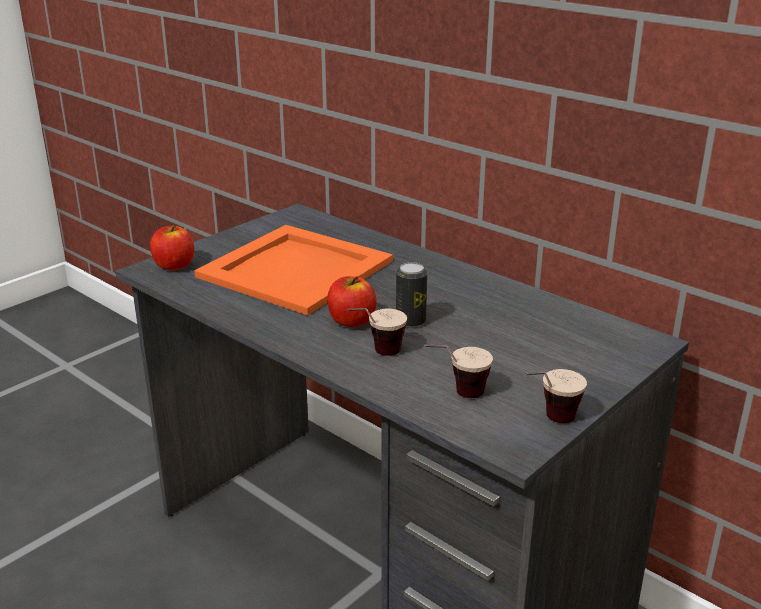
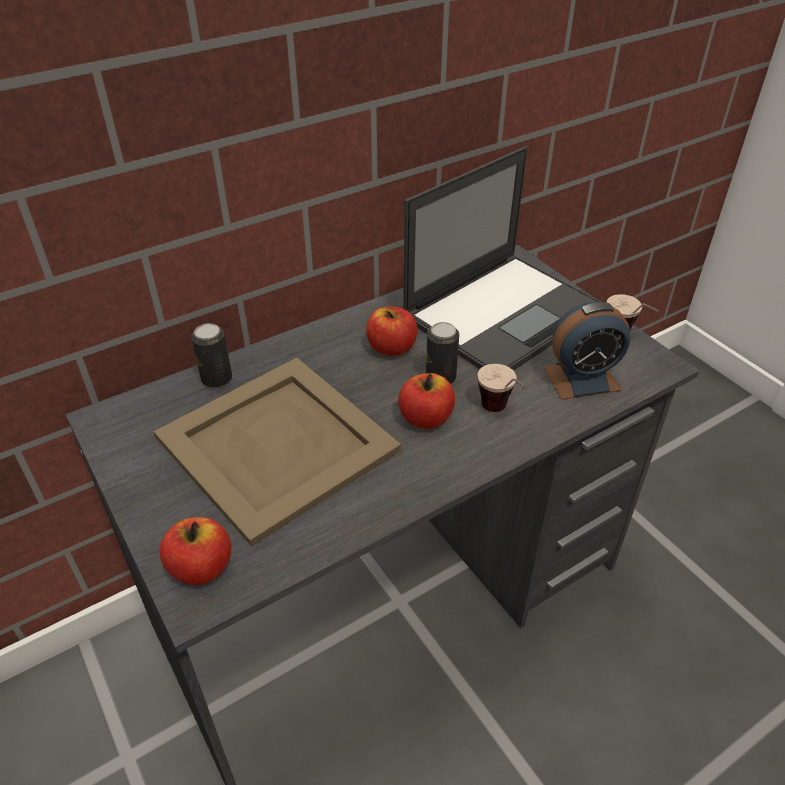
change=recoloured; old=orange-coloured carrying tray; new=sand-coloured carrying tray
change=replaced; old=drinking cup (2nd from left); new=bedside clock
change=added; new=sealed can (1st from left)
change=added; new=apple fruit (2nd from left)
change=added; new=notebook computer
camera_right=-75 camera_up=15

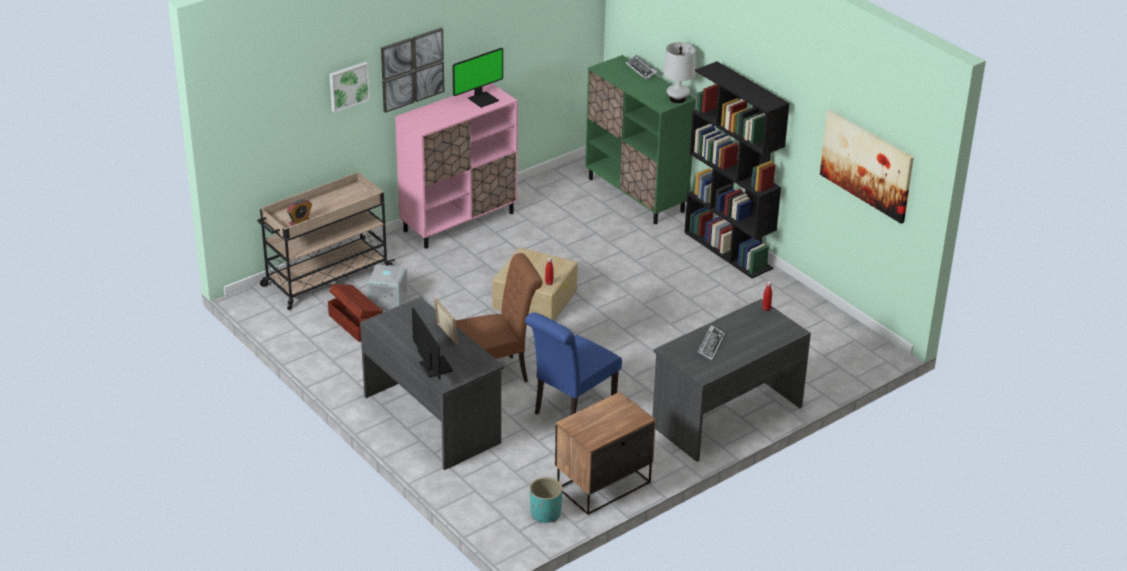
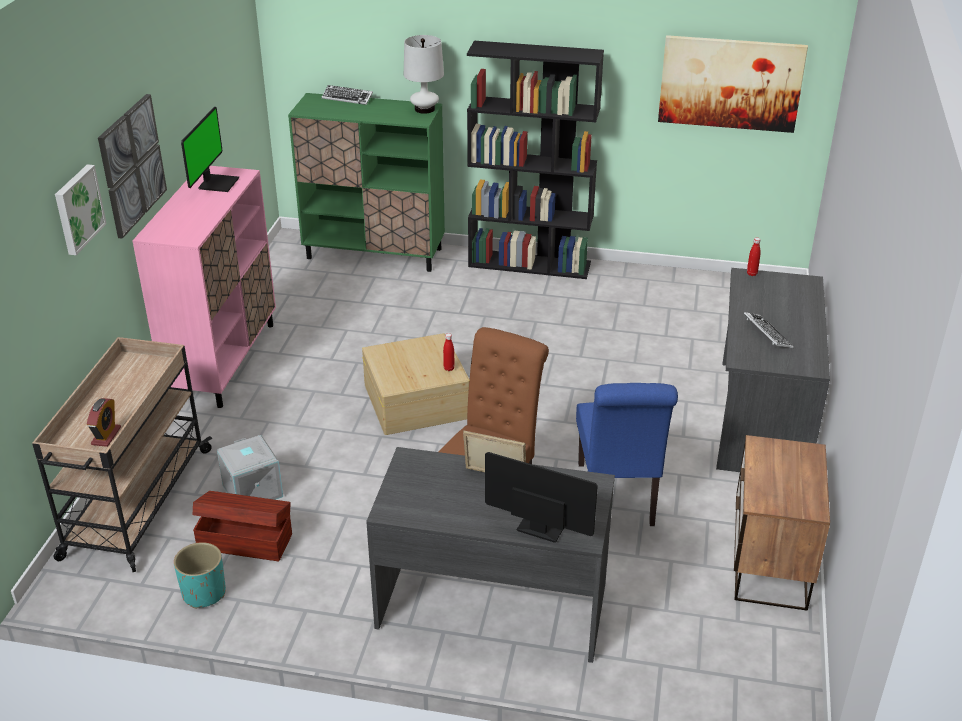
change=moved; old=blue-green plant pot
camera_right=-40 camera_up=0

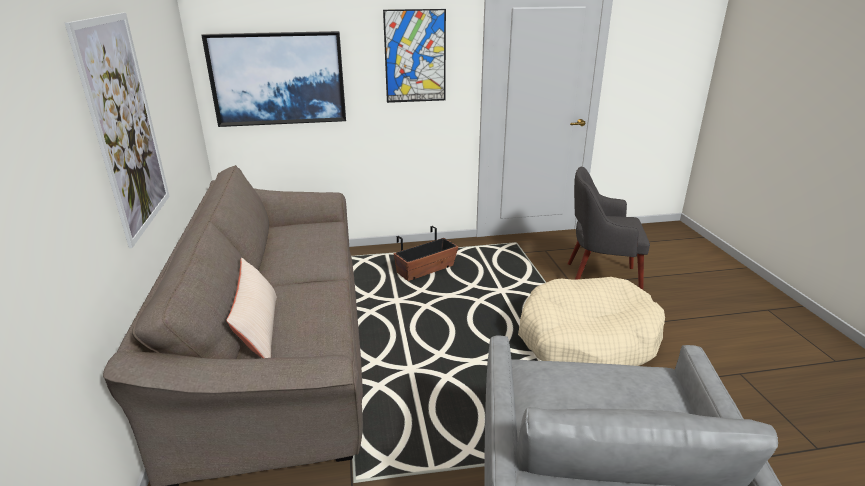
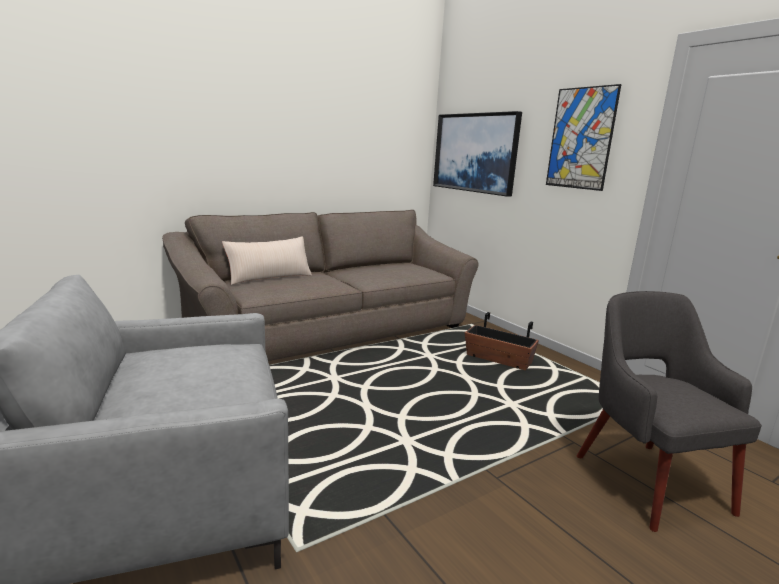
change=removed; old=picture (1st from left)
change=removed; old=sand-coloured dog cushion
camera_right=65 camera_up=-10

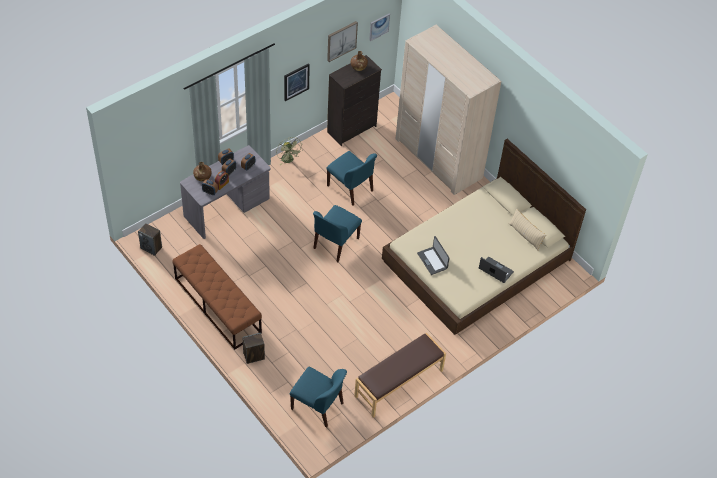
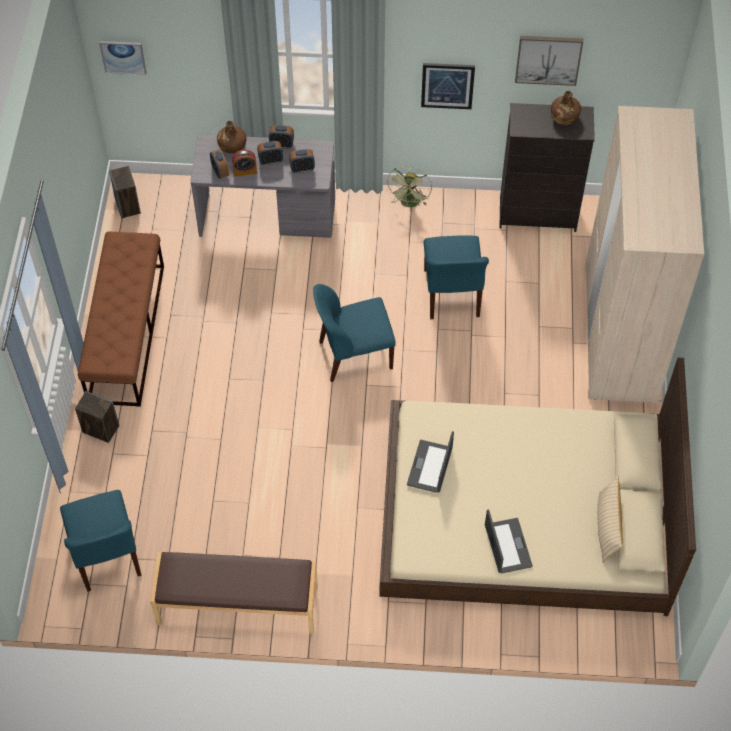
change=moved; old=picture (3rd from left in the first image); new=picture (1st from left)
camera_right=45 camera_up=5

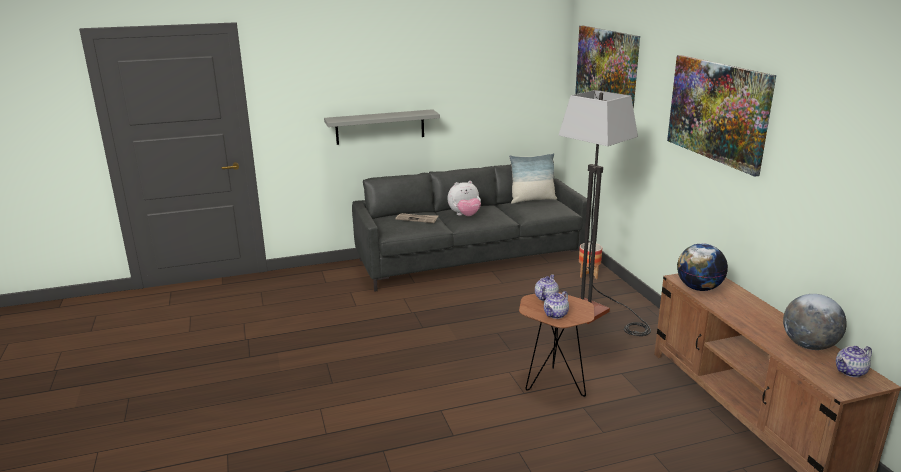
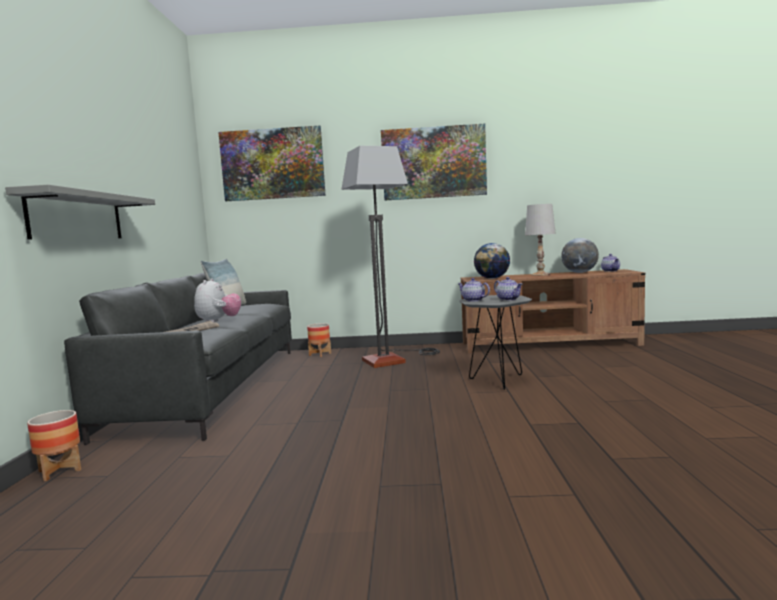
change=recoloured; old=brown end table; new=gray end table
change=added; new=plant pot (1st from left)
change=added; new=white tabletop lamp
camera_right=-70 camera_up=-15

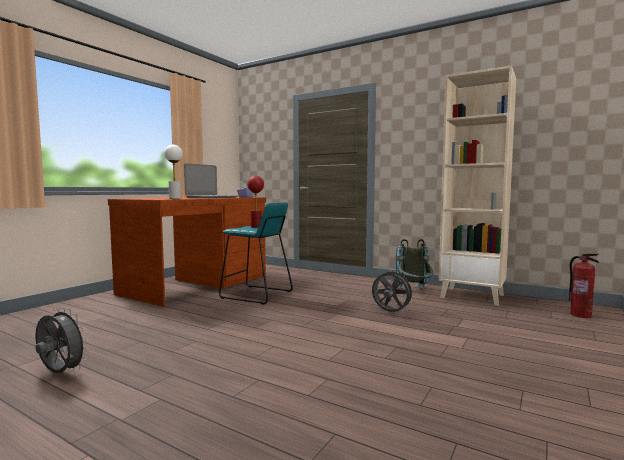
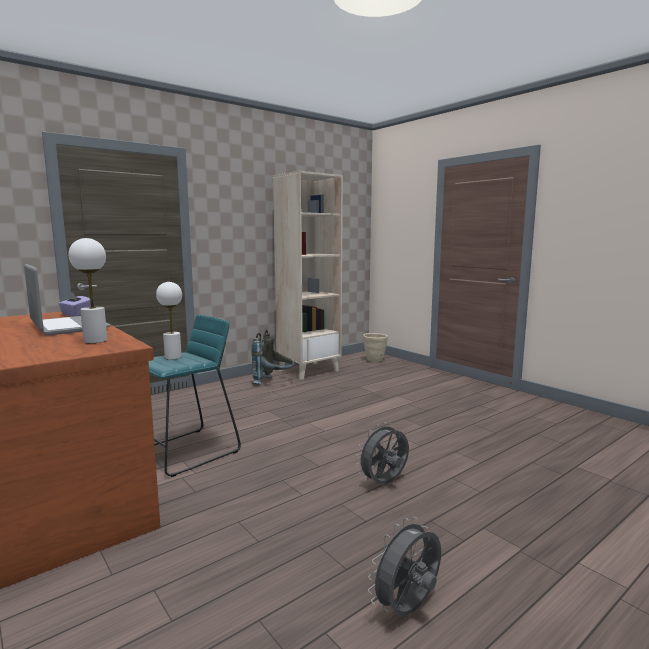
change=recoloured; old=reddish tabletop lamp; new=white tabletop lamp (2nd from left)
change=moved; old=gray cooling fan (2nd from left in the first image); new=gray cooling fan (1st from left)
change=replaced; old=extinguisher; new=sand-coloured plant pot
camera_right=-70 camera_up=5

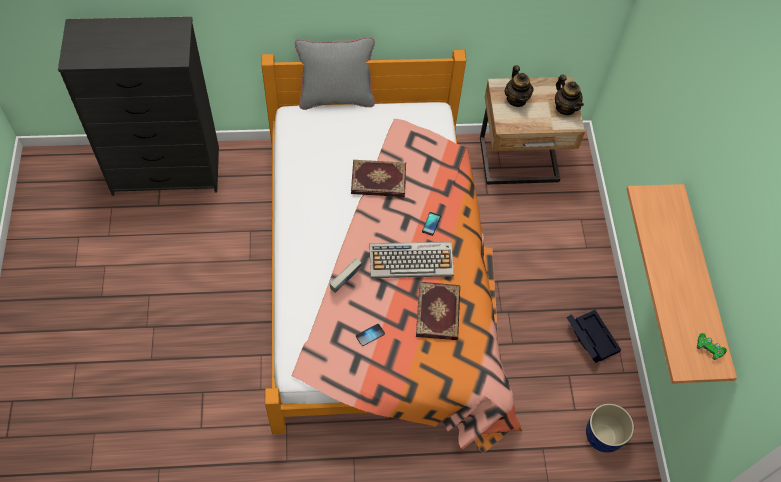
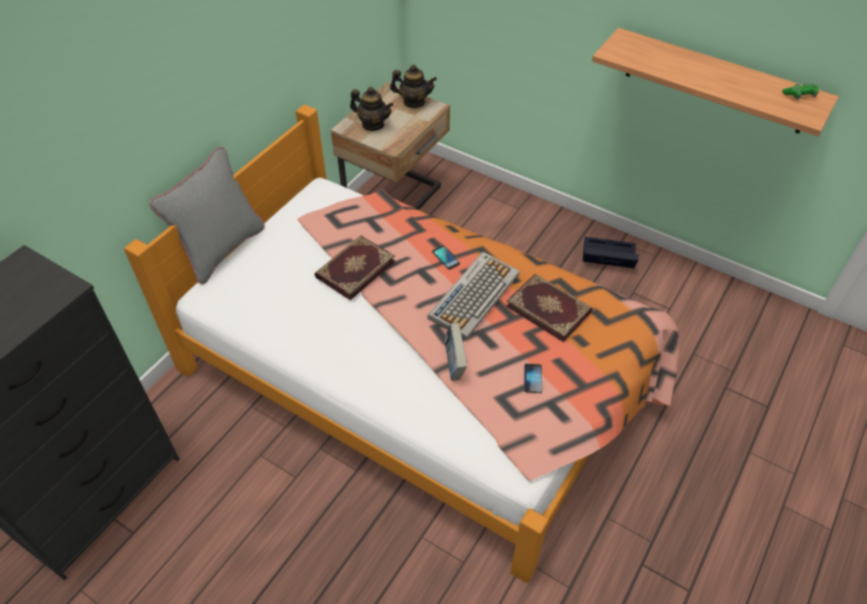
change=removed; old=plant pot
camera_right=-50 camera_up=-10

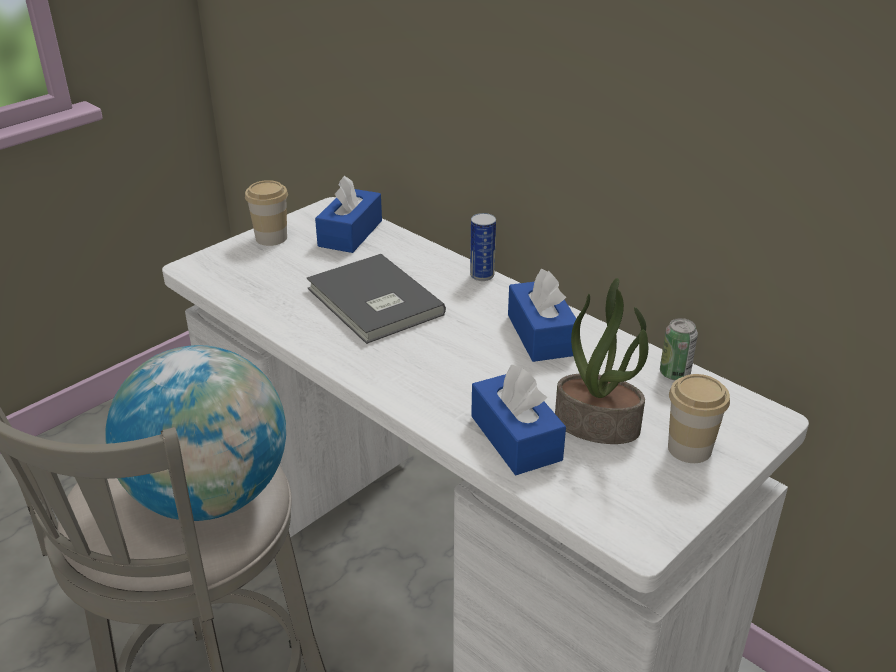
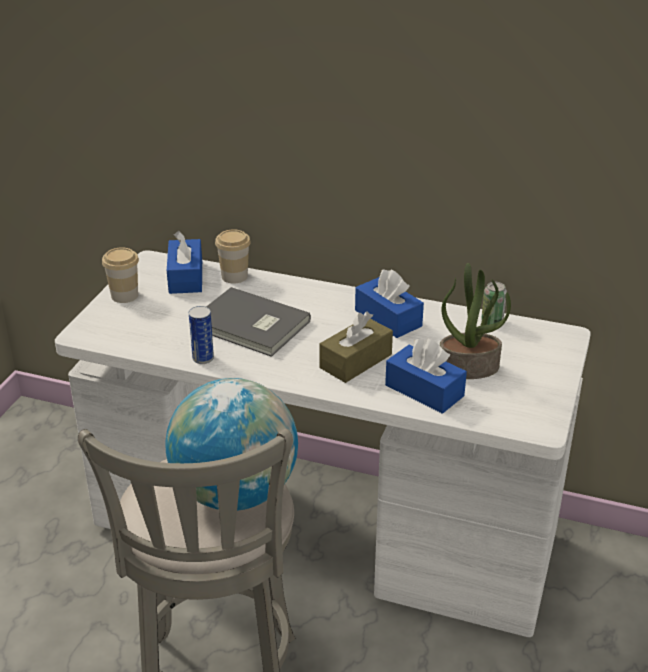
change=moved; old=sealed can (1st from left)
change=moved; old=drinking cup (2nd from left)
change=added; new=brown tissue box
camera_right=-25 camera_up=0

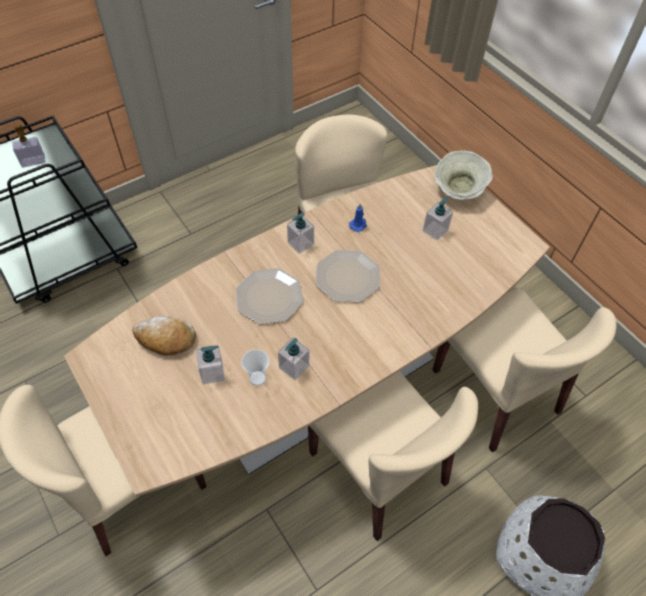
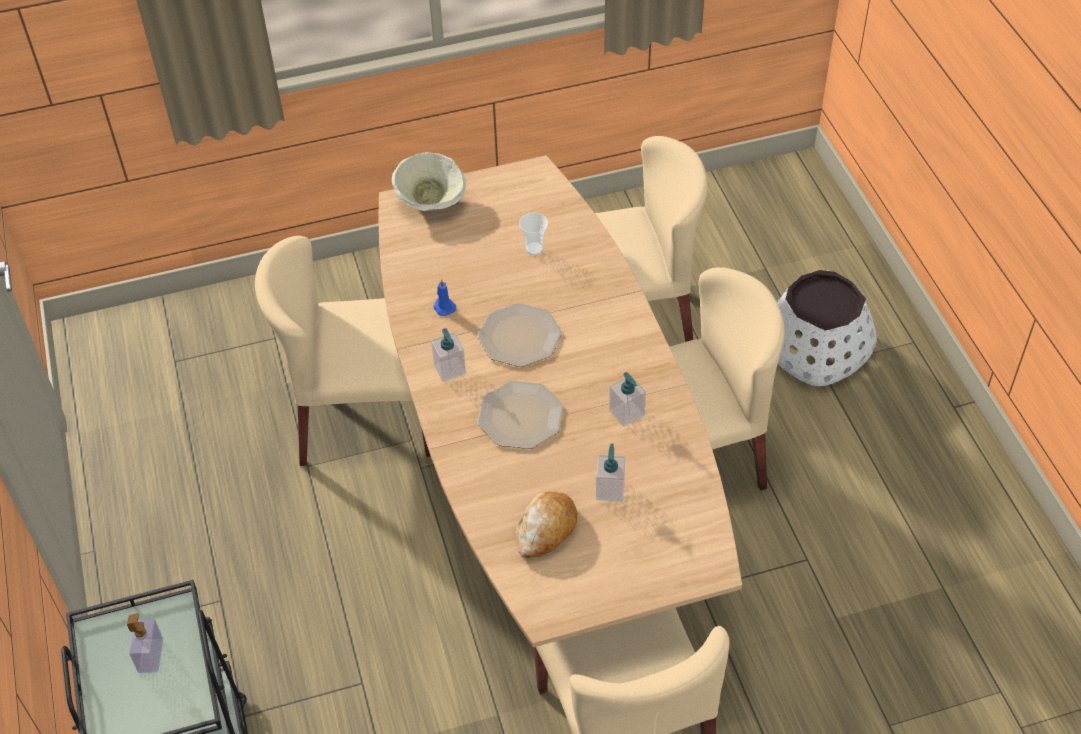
change=moved; old=drinking cup
change=removed; old=liquid soap bottle (5th from left)
camera_right=-70 camera_up=-5

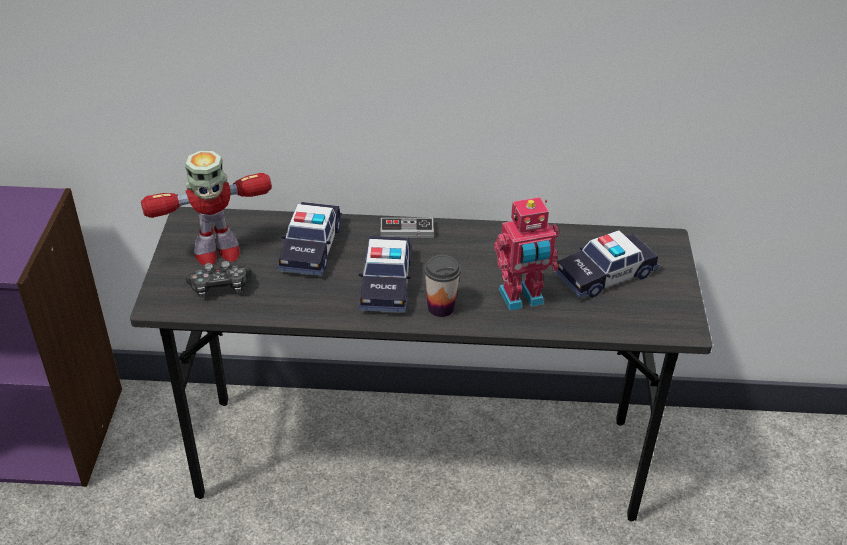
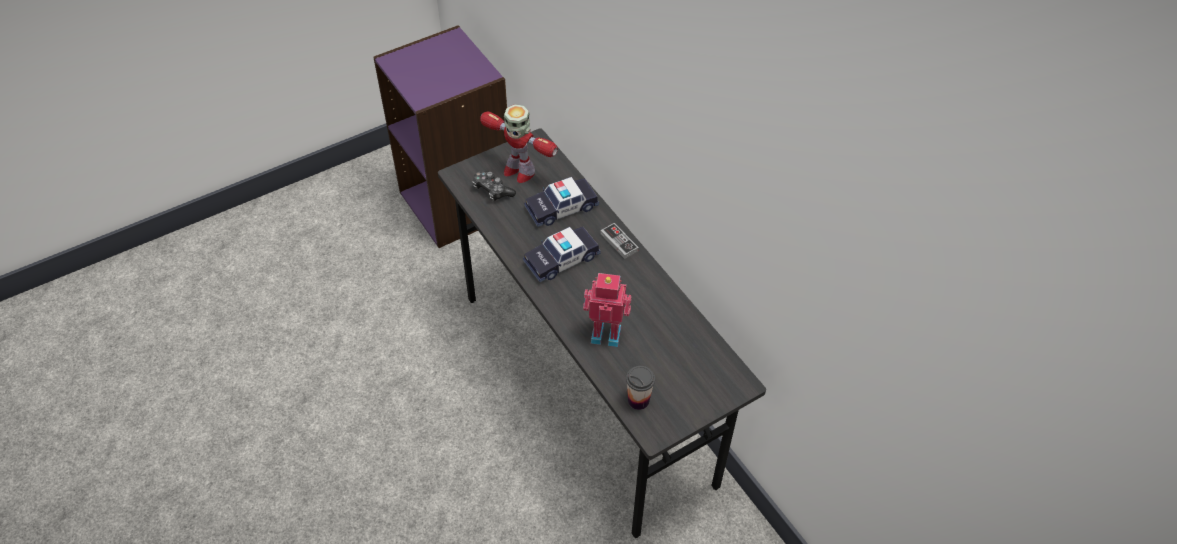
change=moved; old=drinking cup
change=turned; old=model robot (2nd from left); degrees=150
change=removed; old=miniature car (3rd from left)
camera_right=55 camera_up=10

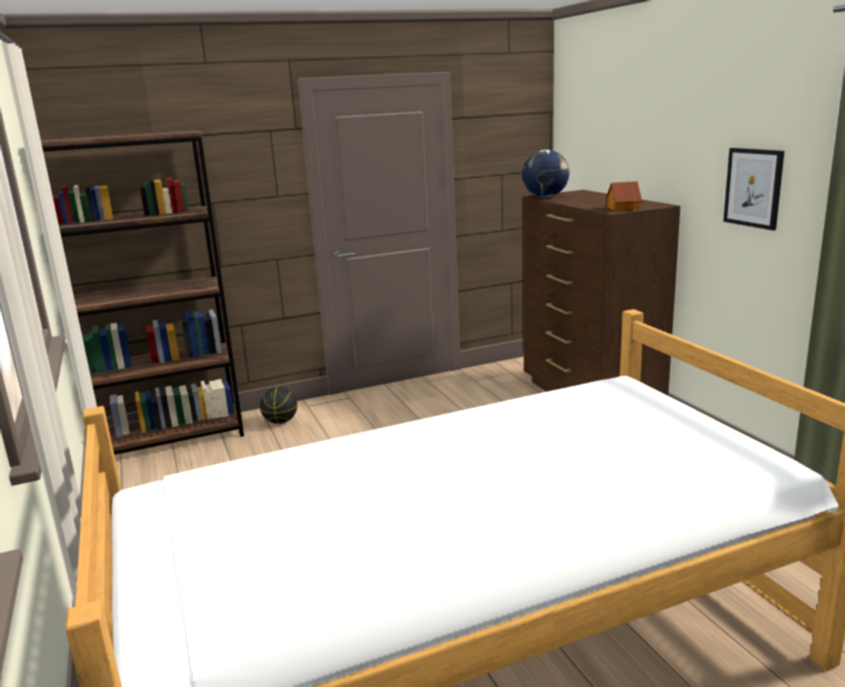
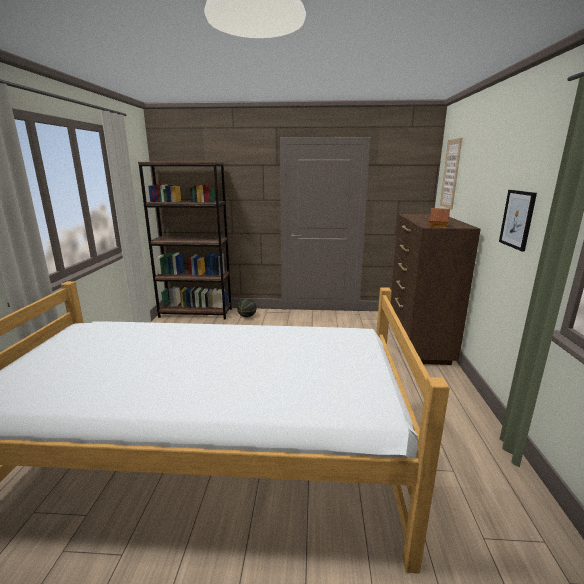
change=removed; old=world globe
change=added; new=picture (1st from left)
camera_right=25 camera_up=0

